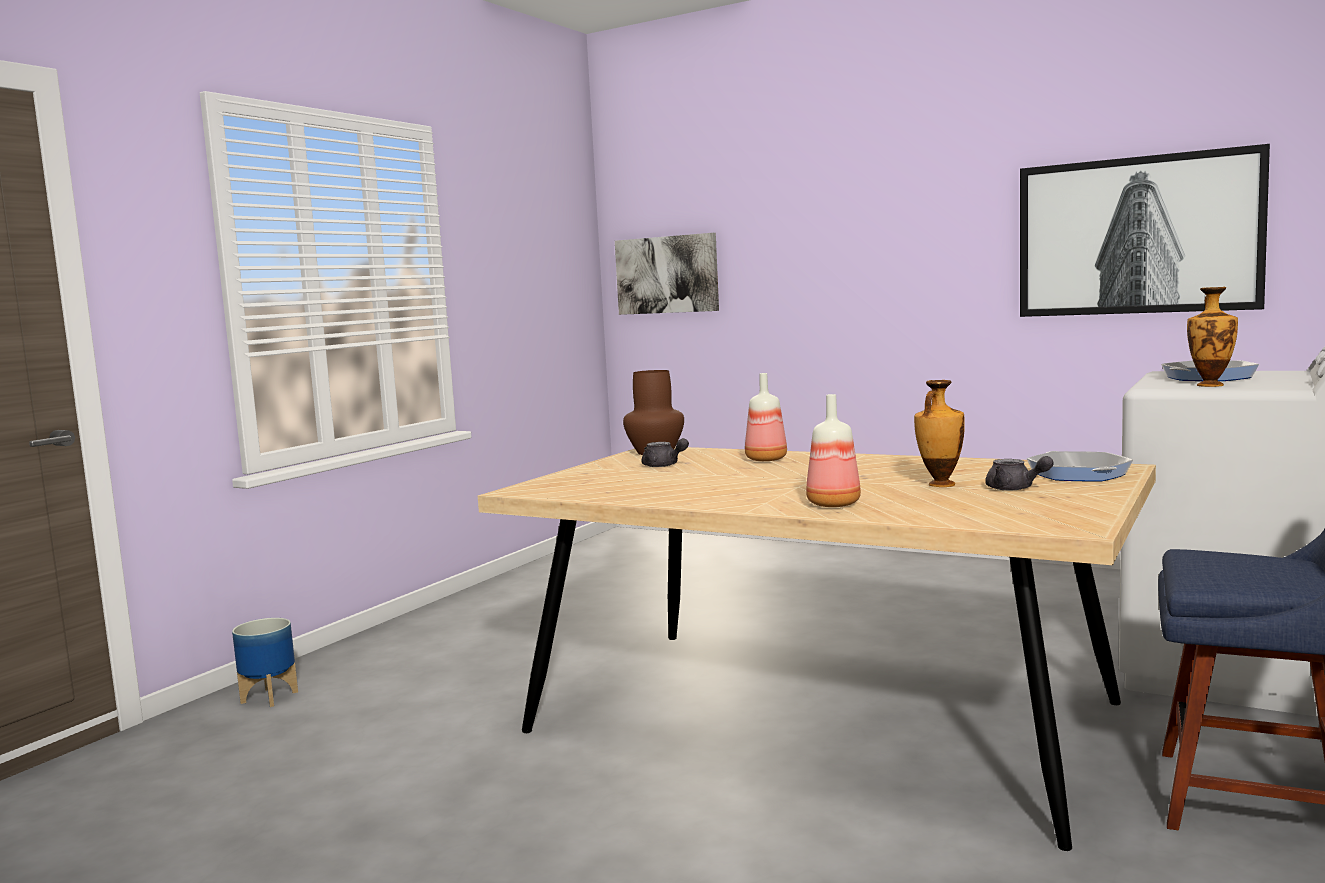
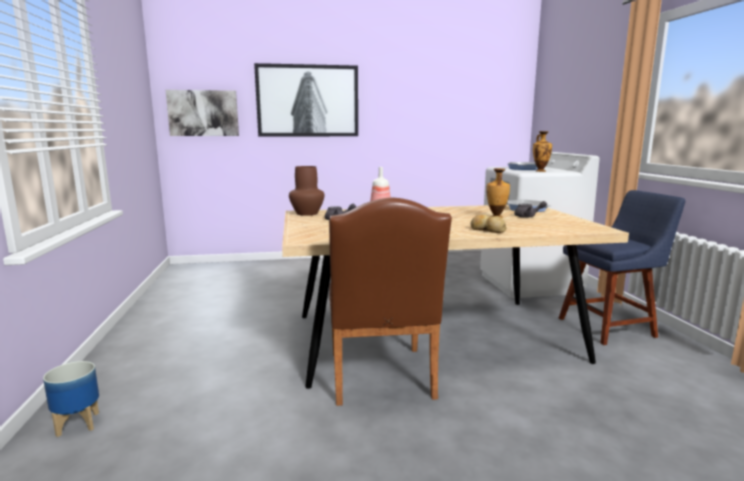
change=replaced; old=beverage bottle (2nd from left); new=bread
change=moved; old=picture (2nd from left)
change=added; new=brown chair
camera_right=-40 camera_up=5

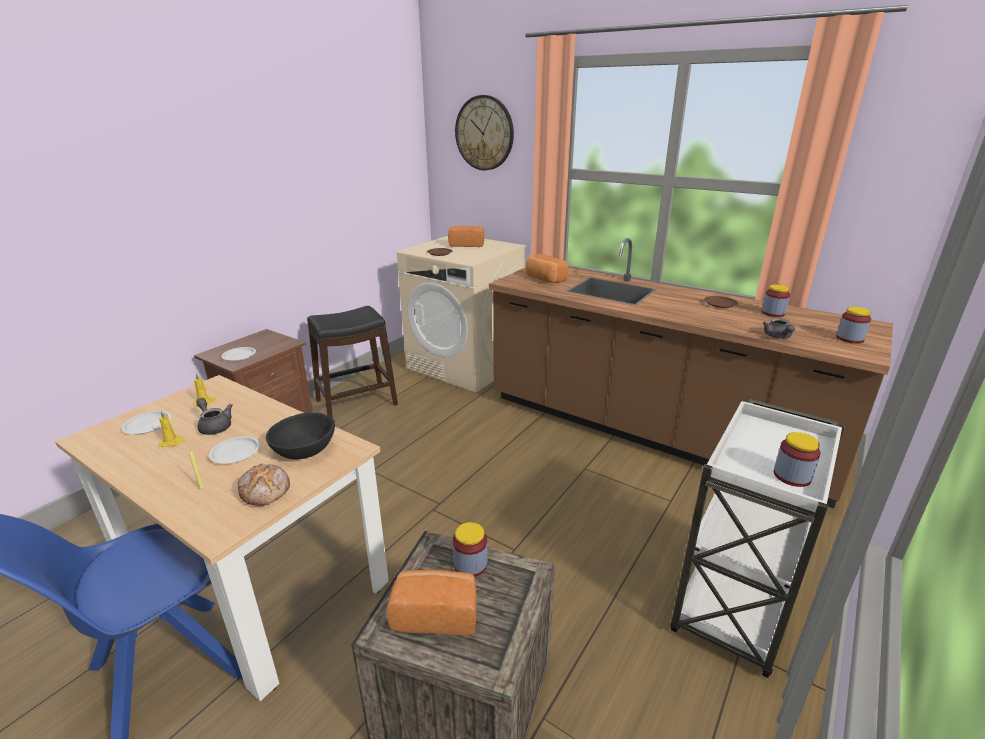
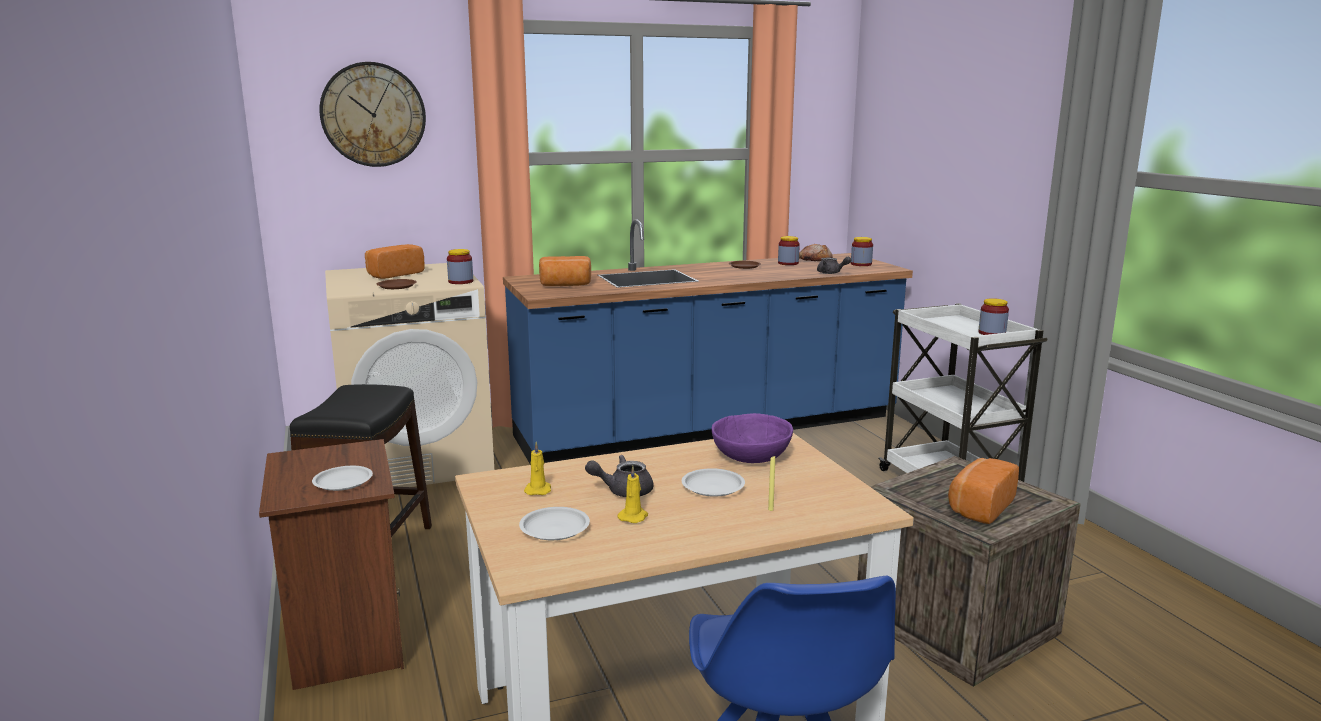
change=moved; old=bread (1st from left in the first image); new=bread (3rd from left)
change=recoloured; old=black deep dish; new=purple deep dish
change=moved; old=storage jar (1st from left)
change=recoloured; old=brown counter; new=blue counter
camera_right=-55 camera_up=-10

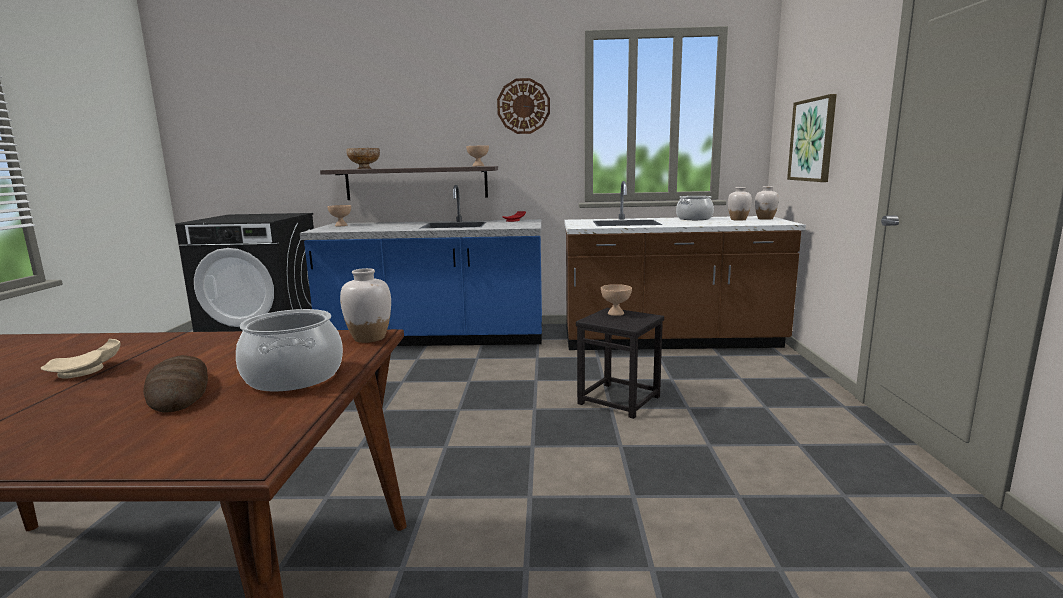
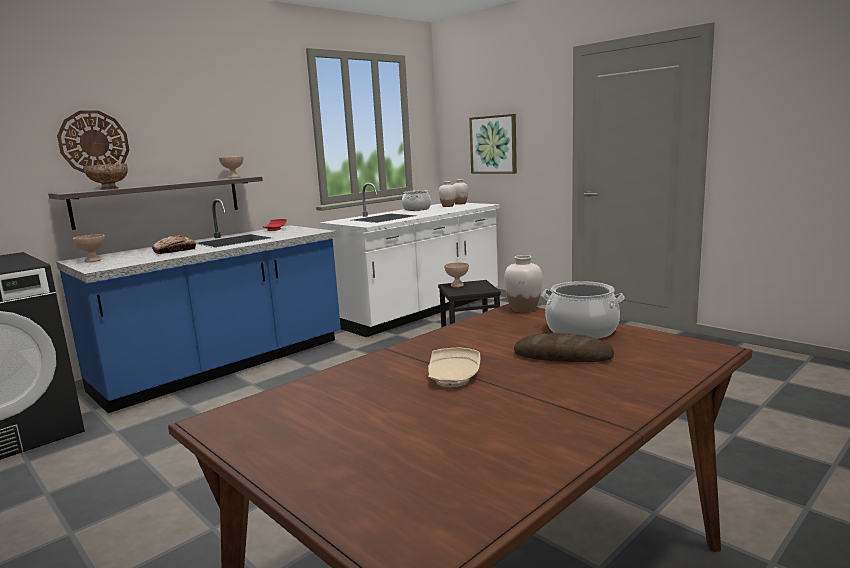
change=moved; old=wall clock
change=recoloured; old=brown counter; new=white counter
change=added; new=bread (1st from left)
camera_right=-45 camera_up=0

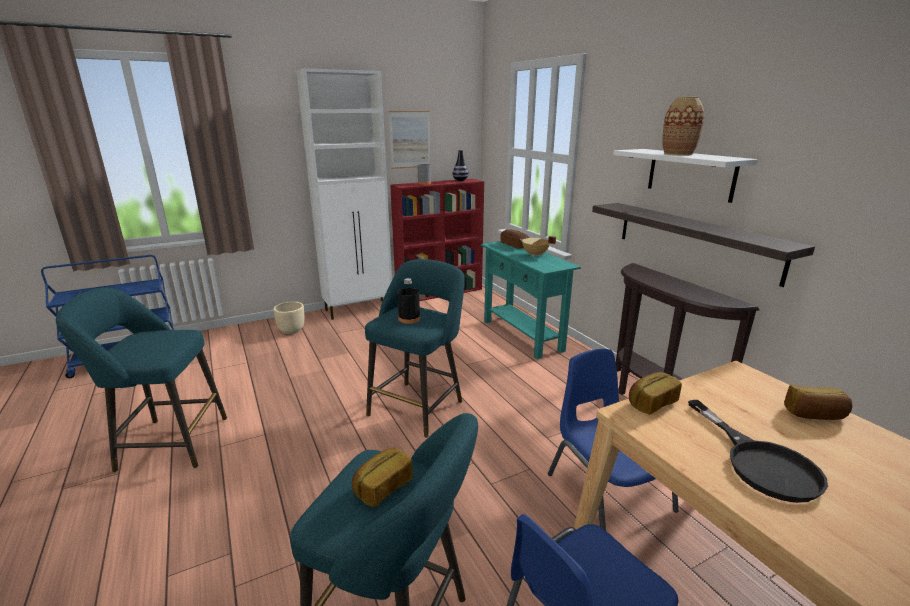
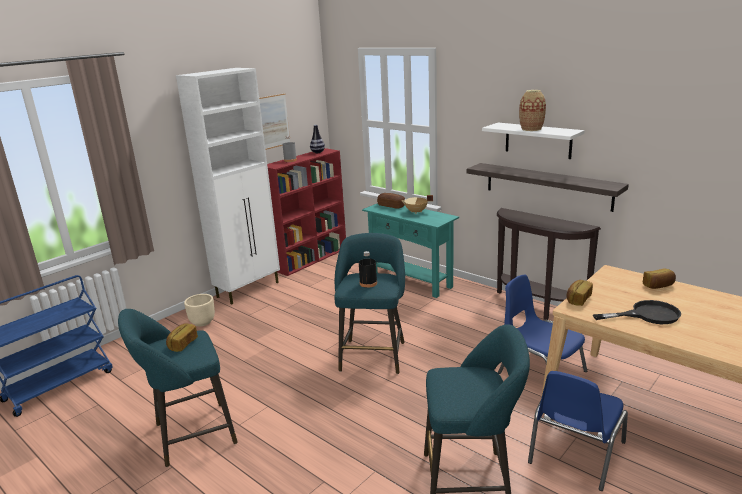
change=moved; old=bread (1st from left)
change=turned; old=black frying pan; degrees=-60
camera_right=-20 camera_up=0

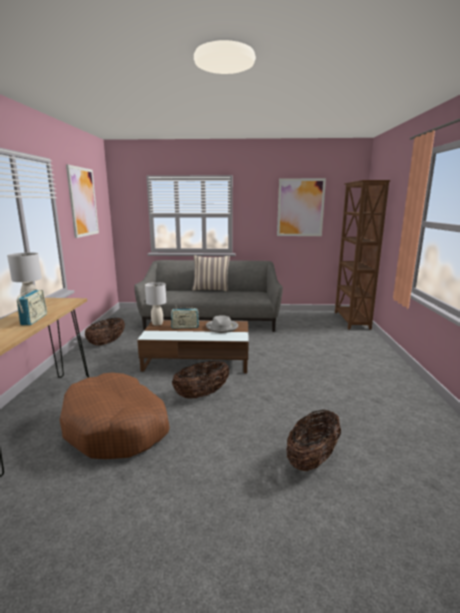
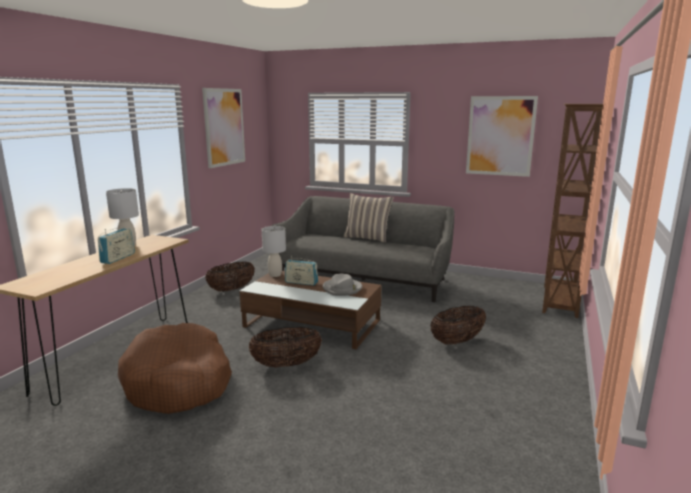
change=moved; old=basket (3rd from left)
camera_right=20 camera_up=0

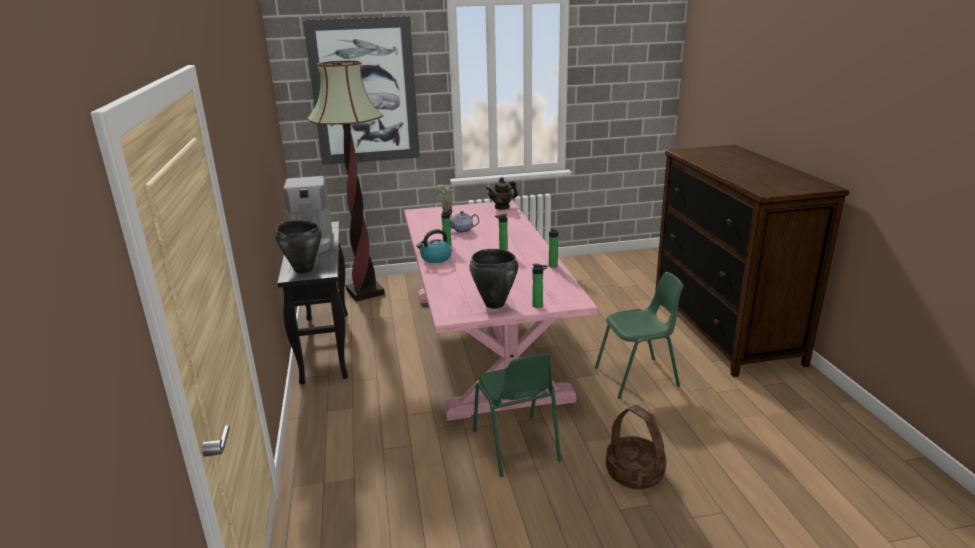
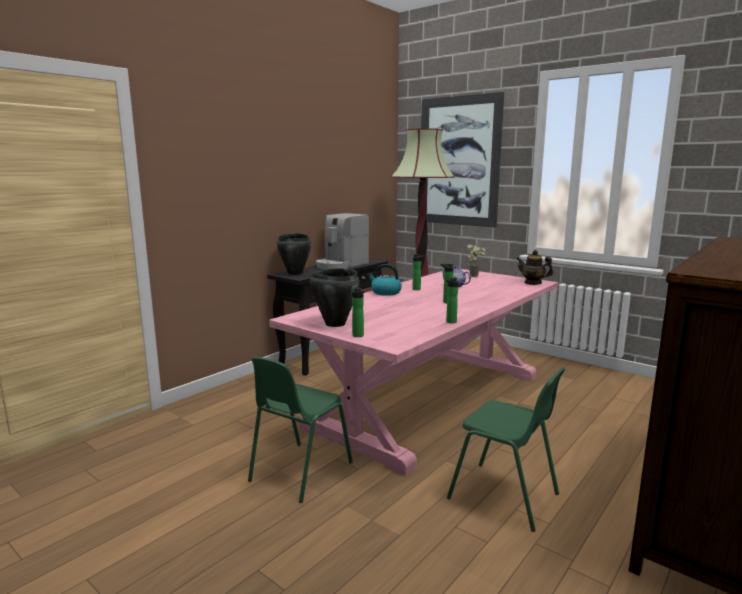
change=removed; old=basket
camera_right=50 camera_up=-10

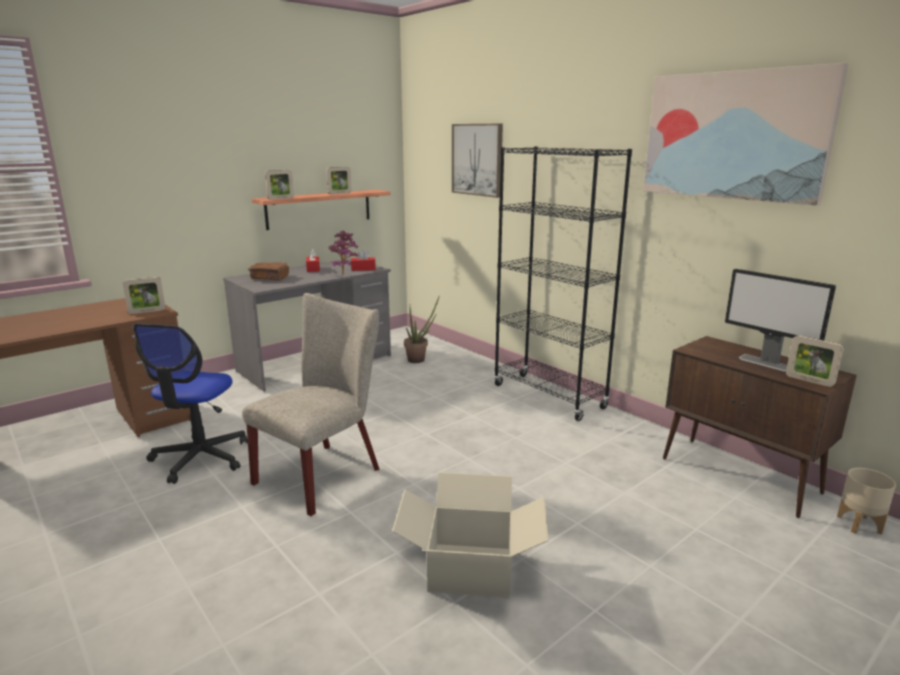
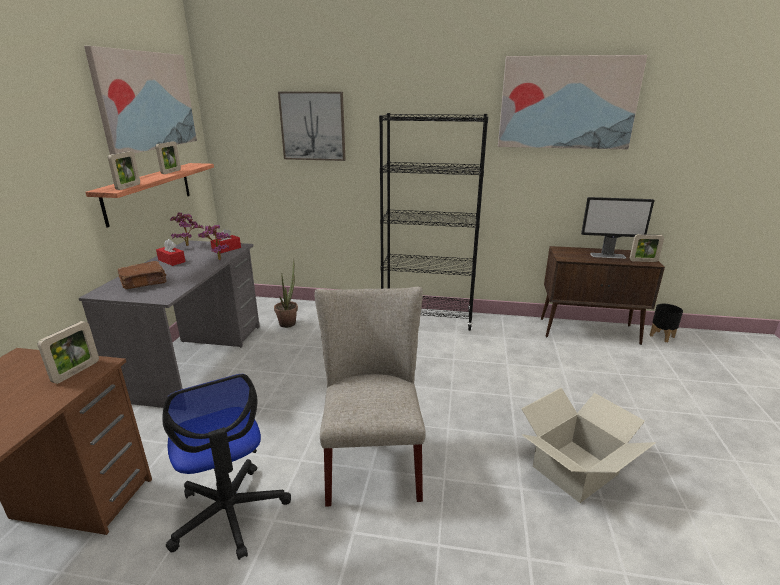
change=recoloured; old=sand-coloured plant pot; new=black plant pot
change=added; new=picture (1st from left)
camera_right=-40 camera_up=5

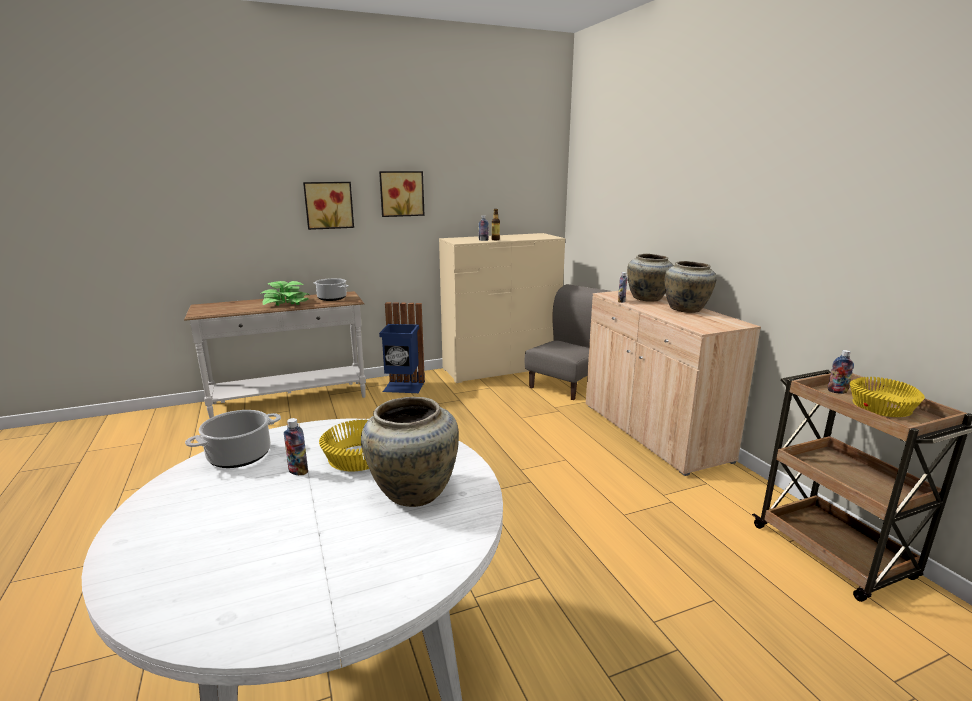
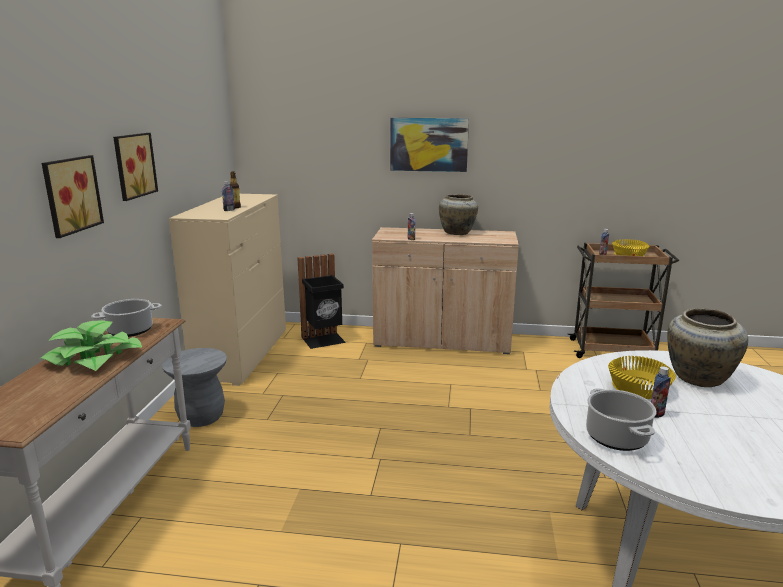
change=replaced; old=blue waste bin; new=gray stool
change=replaced; old=gray chair; new=black waste bin
change=removed; old=sand-coloured decorative vase (2nd from left)
change=added; new=picture (3rd from left)
camera_right=-60 camera_up=0

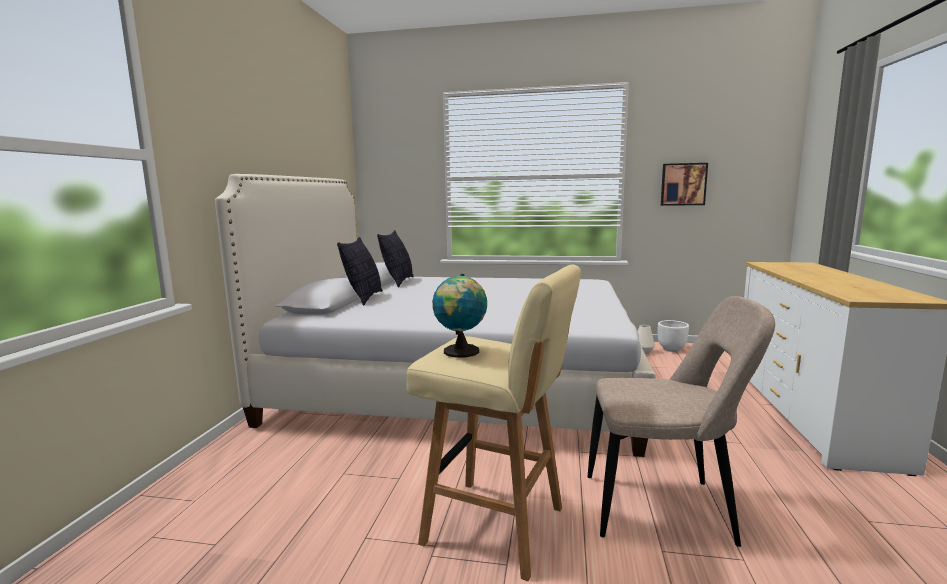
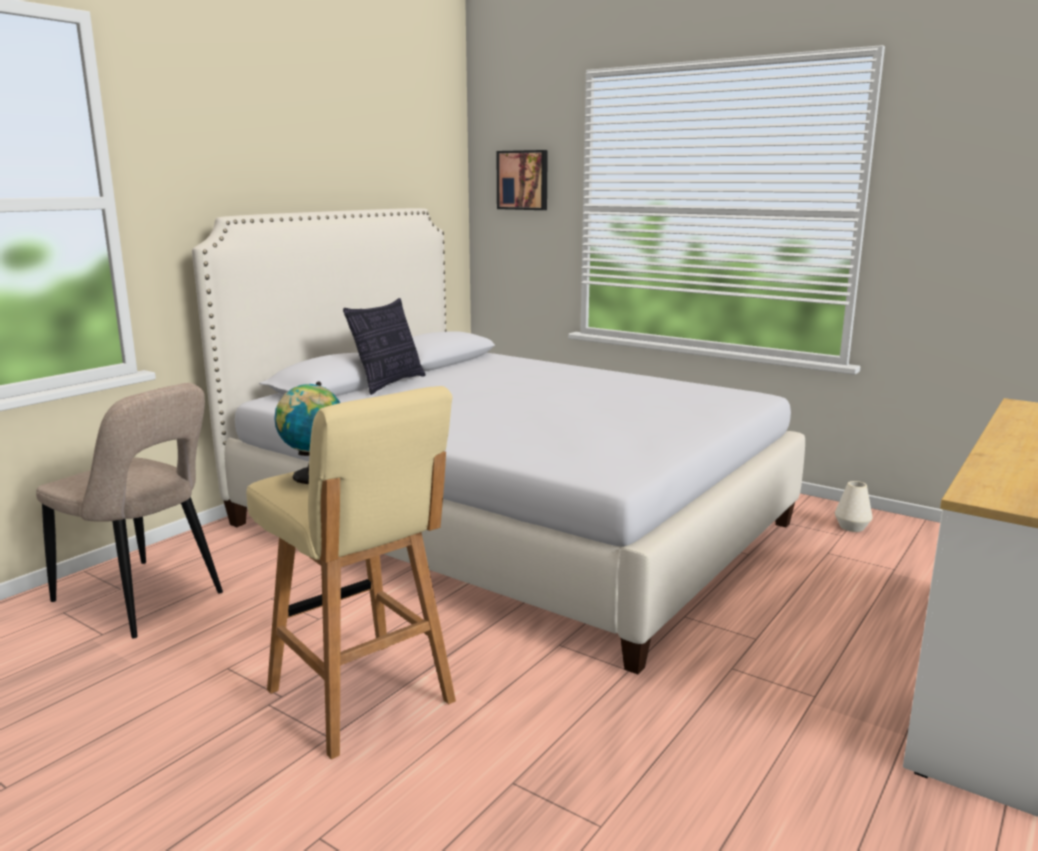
change=removed; old=throw pillow (2nd from left)
change=moved; old=sand-coloured chair
change=removed; old=white plant pot
change=moved; old=picture
camera_right=25 camera_up=5

